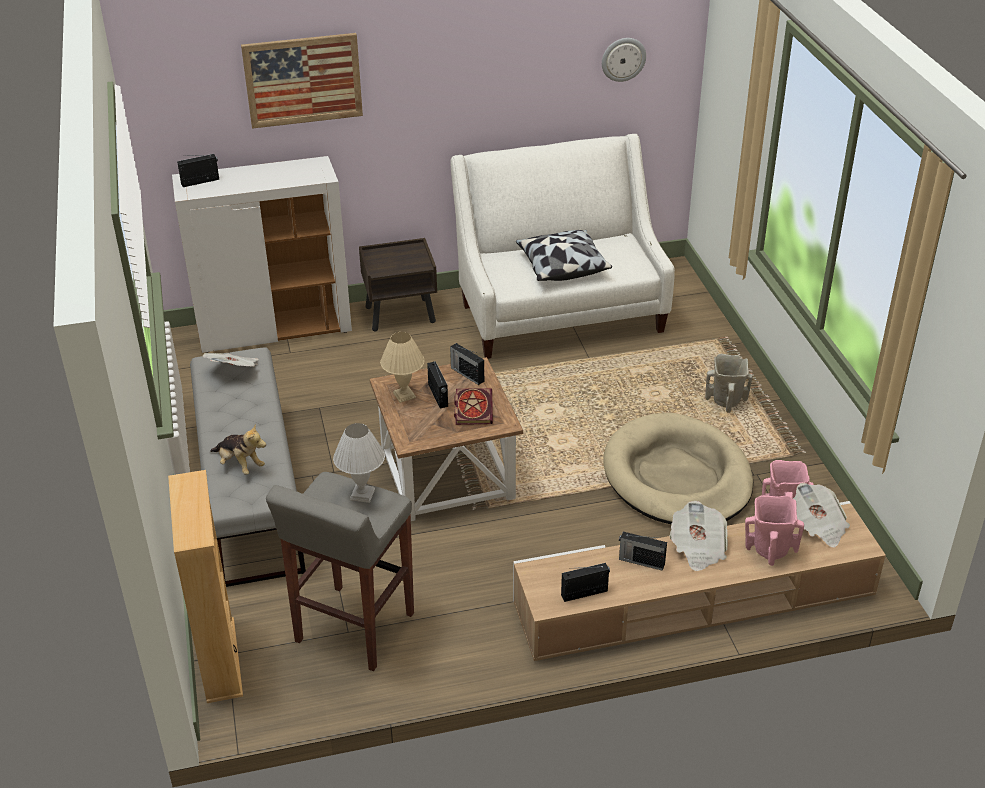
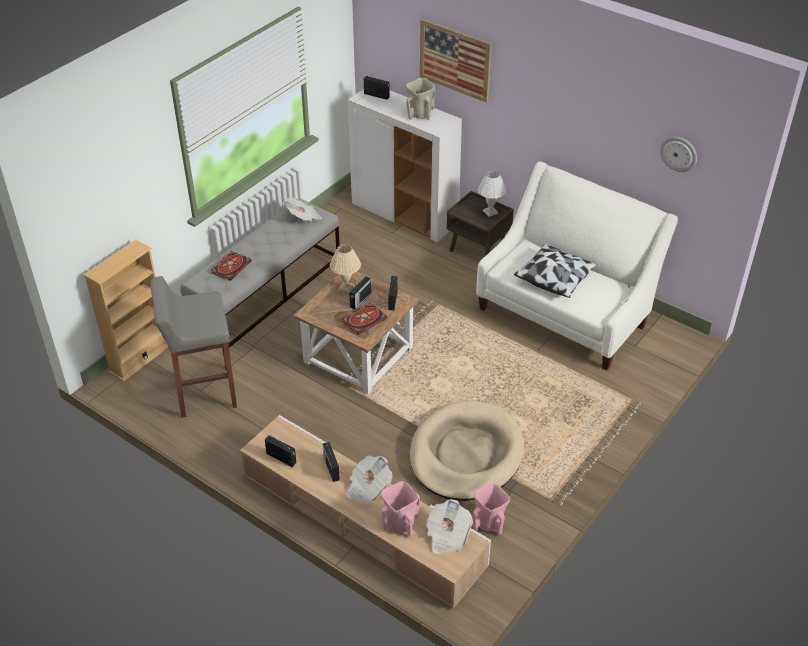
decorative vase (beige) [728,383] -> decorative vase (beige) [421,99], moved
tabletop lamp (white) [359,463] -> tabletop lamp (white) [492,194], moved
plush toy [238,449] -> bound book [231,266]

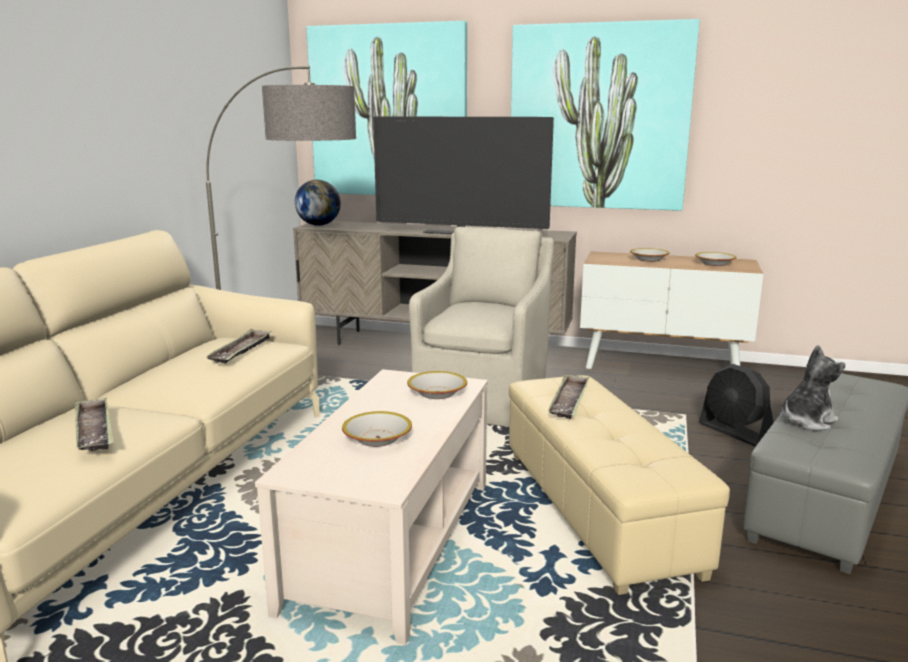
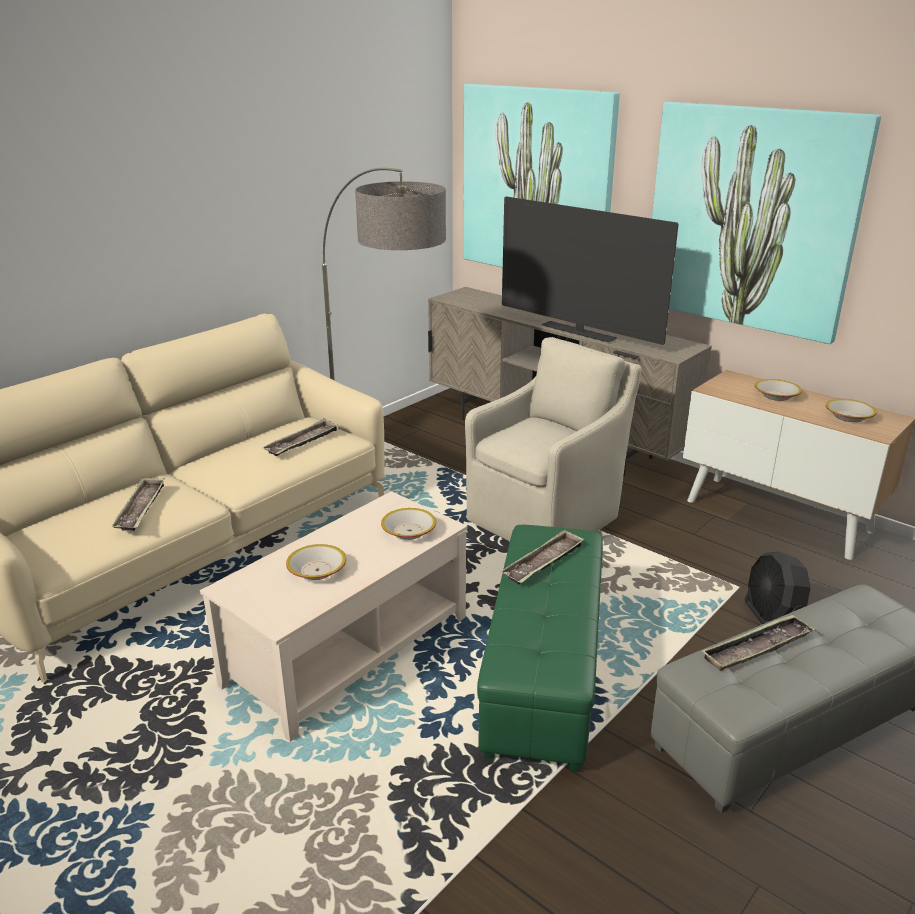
desk globe [318,203] -> none
plush toy [812,388] -> tray [758,642]
ottoman (beige) [619,485] -> ottoman (green) [540,648]

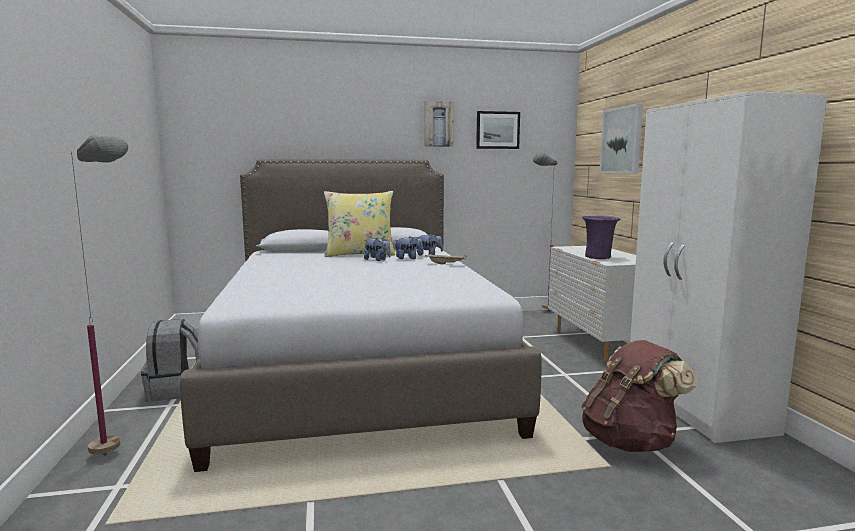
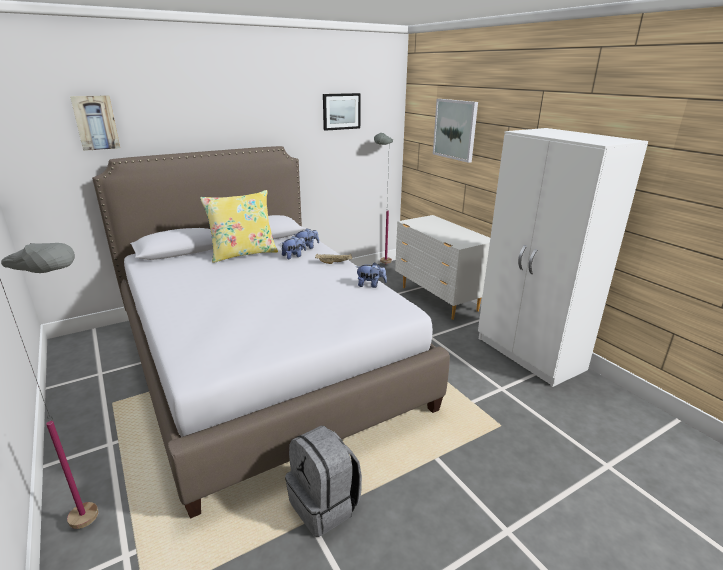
wall picture [439,124] -> wall picture [95,123], moved
decorative vase (purple) [601,237] -> none
plush toy [377,249] -> plush toy [372,275], moved
backpack (grey) [170,360] -> backpack (grey) [323,481], moved
backpack (brown) [639,396] -> none

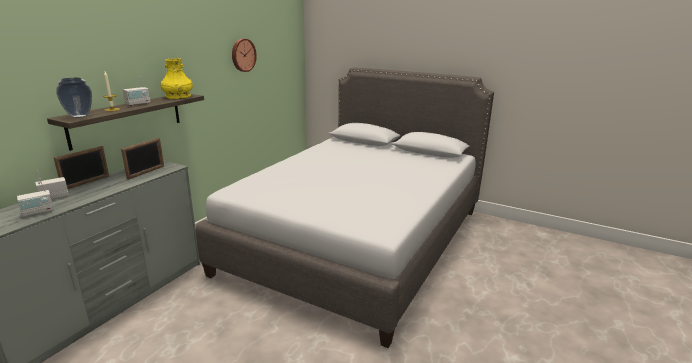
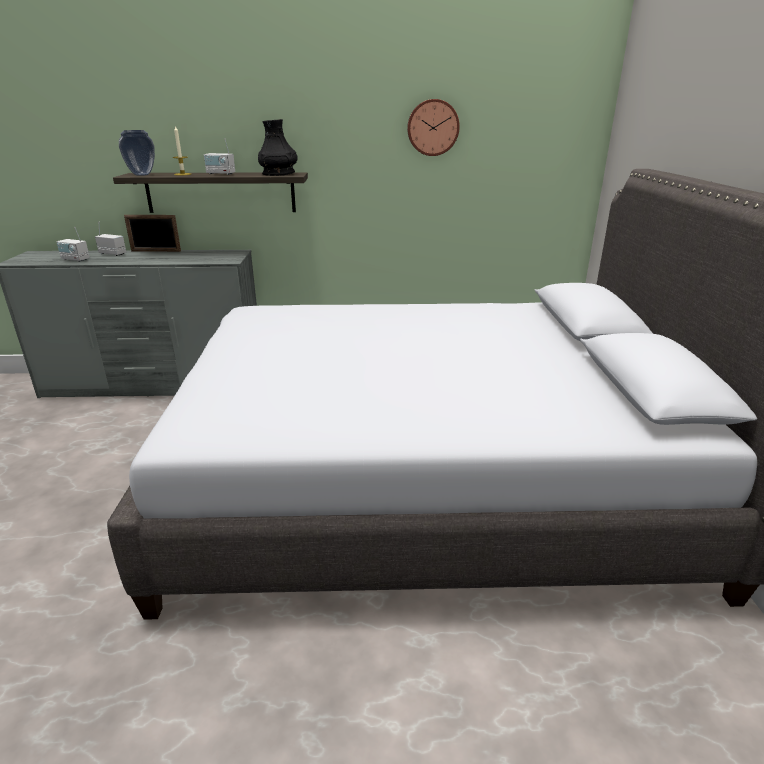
decorative vase (yellow-coloured) [177,78] -> decorative vase (black) [278,147]
standing frame [142,159] -> none

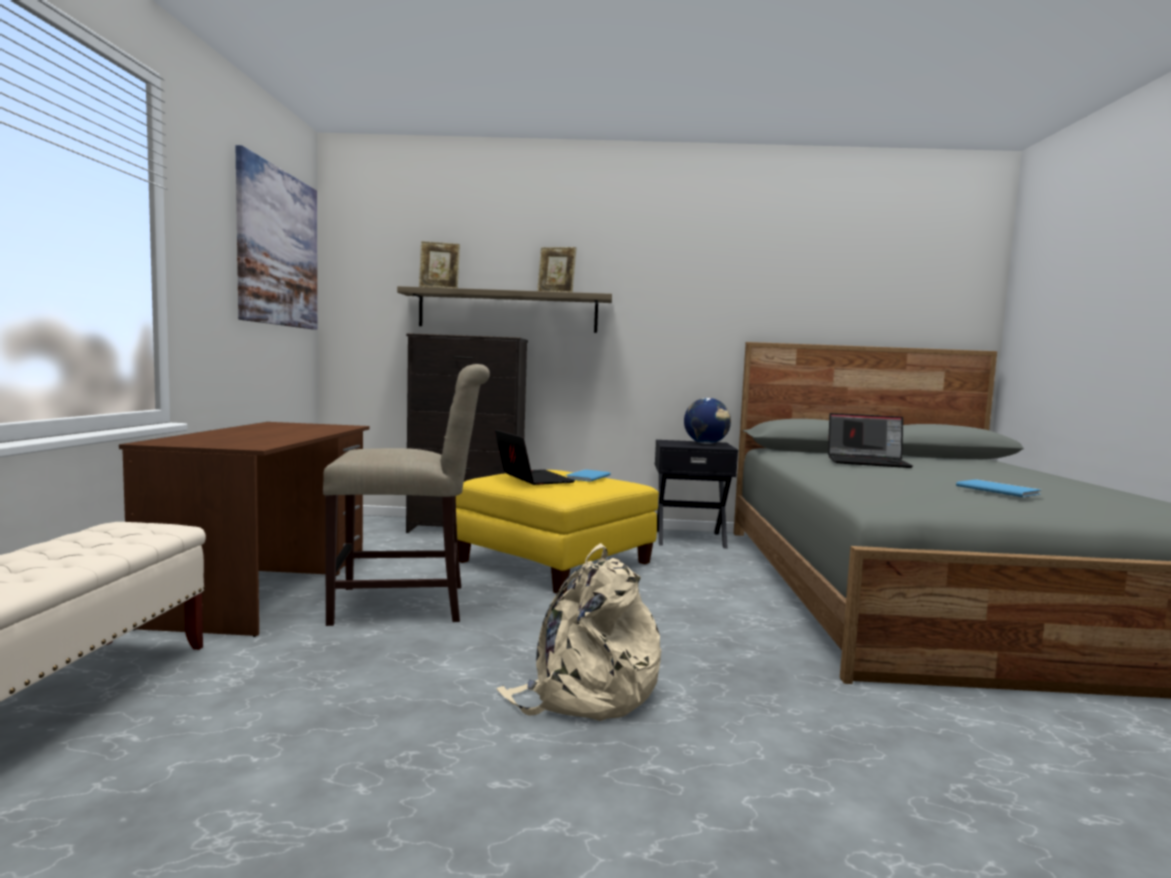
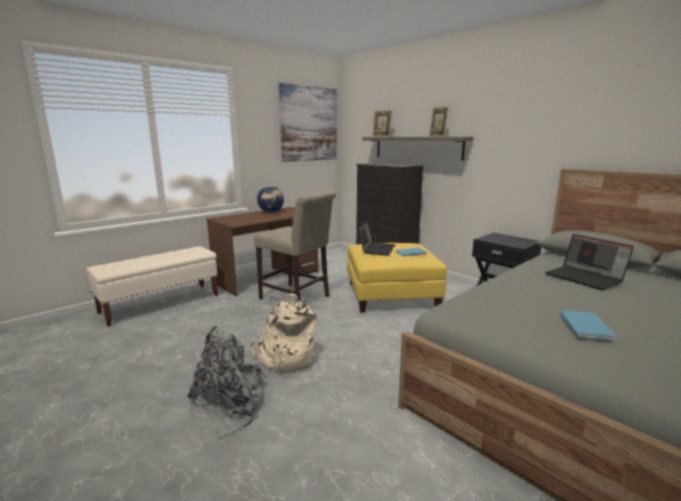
desk globe [707,421] -> desk globe [270,199], moved
none -> backpack (grey) [226,381]

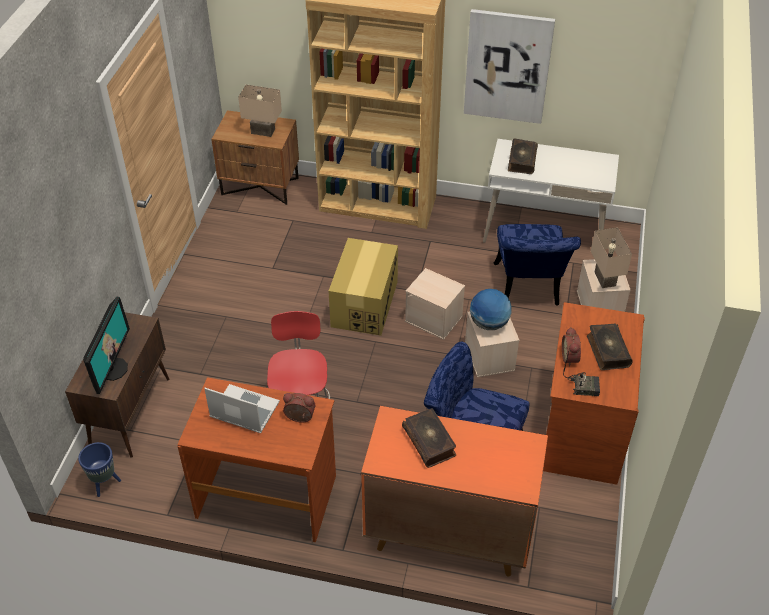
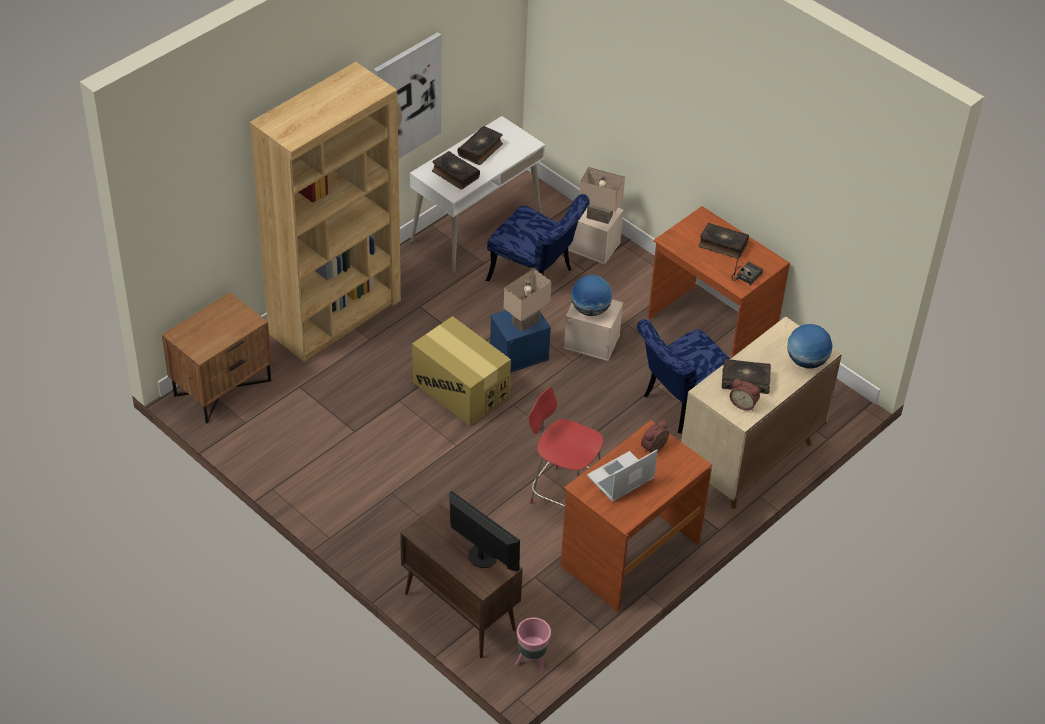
tabletop lamp (beige) [260,111] -> tabletop lamp (beige) [528,300], moved
storage container (beige) [435,304] -> storage container (blue-coloured) [520,341]
table clock [571,347] -> table clock [745,394], moved
cupboard (orangey) [454,491] -> cupboard (beige) [761,412]
plant pot (blue-coloured) [99,469] -> plant pot (pinkish) [533,645]
none -> bound book [480,145]
none -> desk globe [810,346]

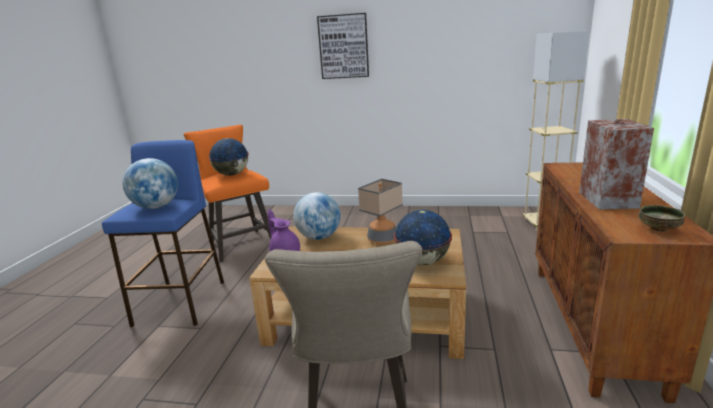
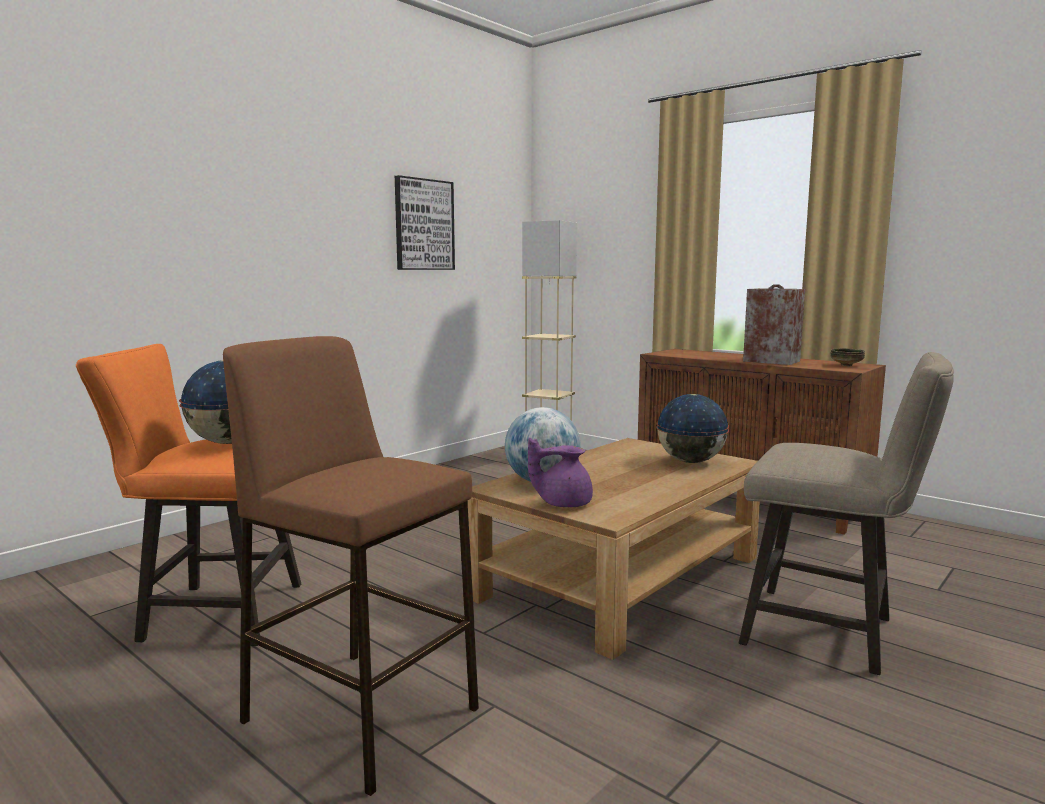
wall picture [343,46] -> wall picture [425,222], moved
sitting stool (blue-coloured) [163,233] -> sitting stool (brown) [351,566]
desk globe [150,183] -> none
tabletop lamp [380,211] -> none

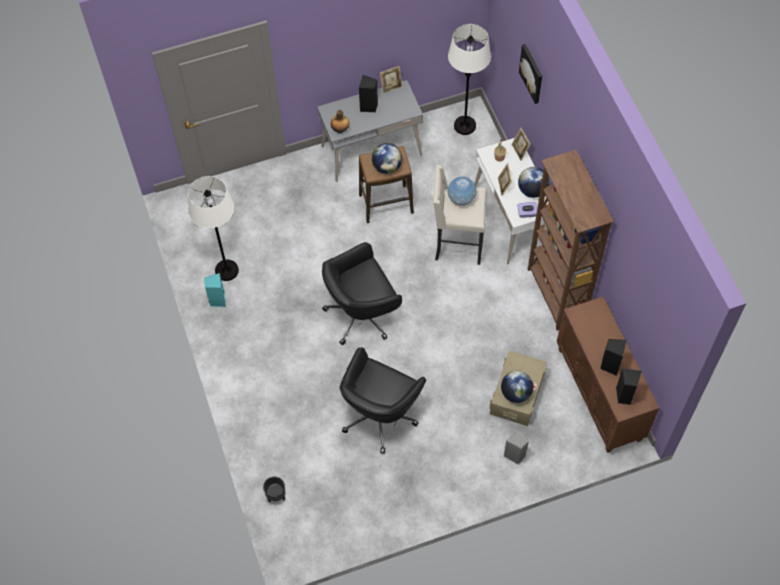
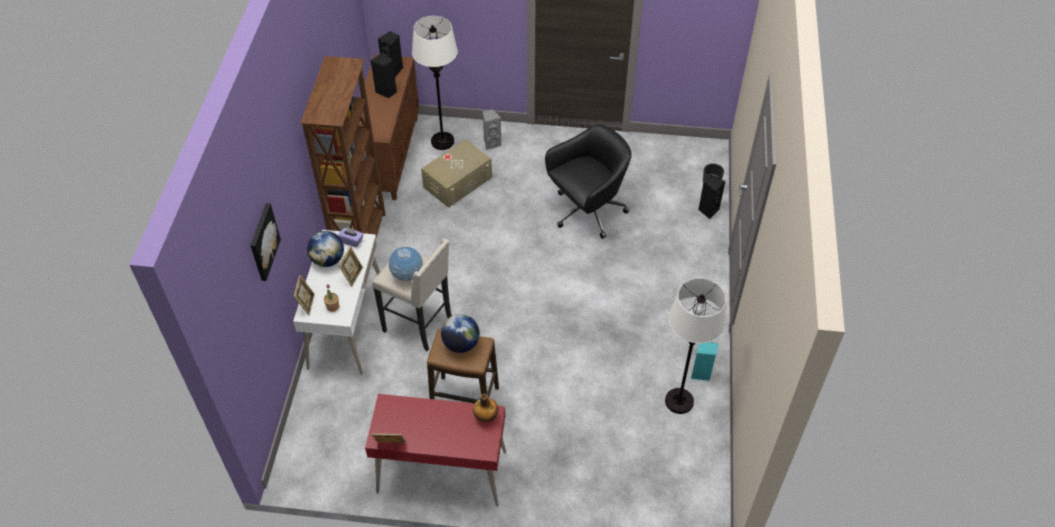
standard lamp (white) [469,79] -> standard lamp (white) [435,83], moved
audio speaker (black) [368,93] -> audio speaker (black) [711,197], moved
desk table (grey) [370,131] -> desk table (red-coloured) [435,450]
office chair (black) [362,293] -> none
desk globe [517,386] -> none

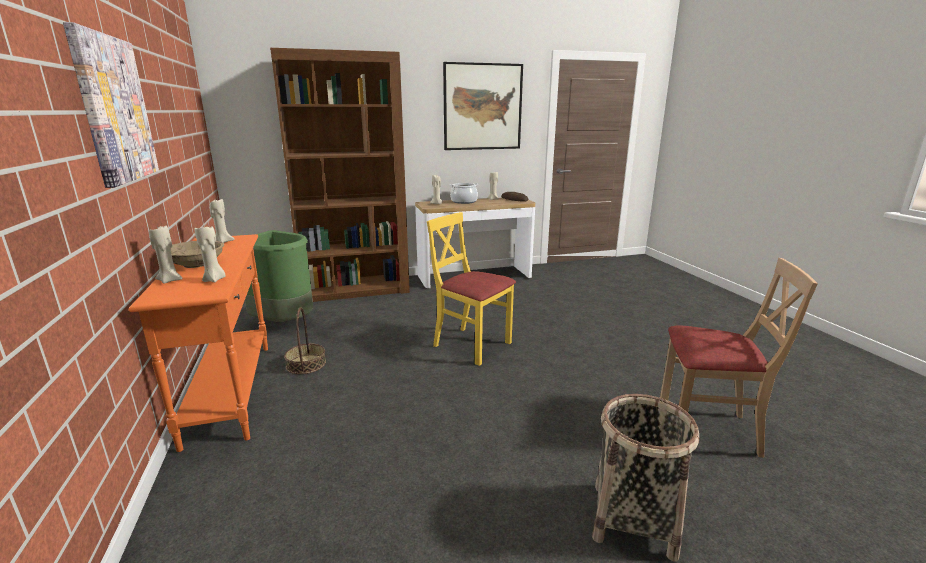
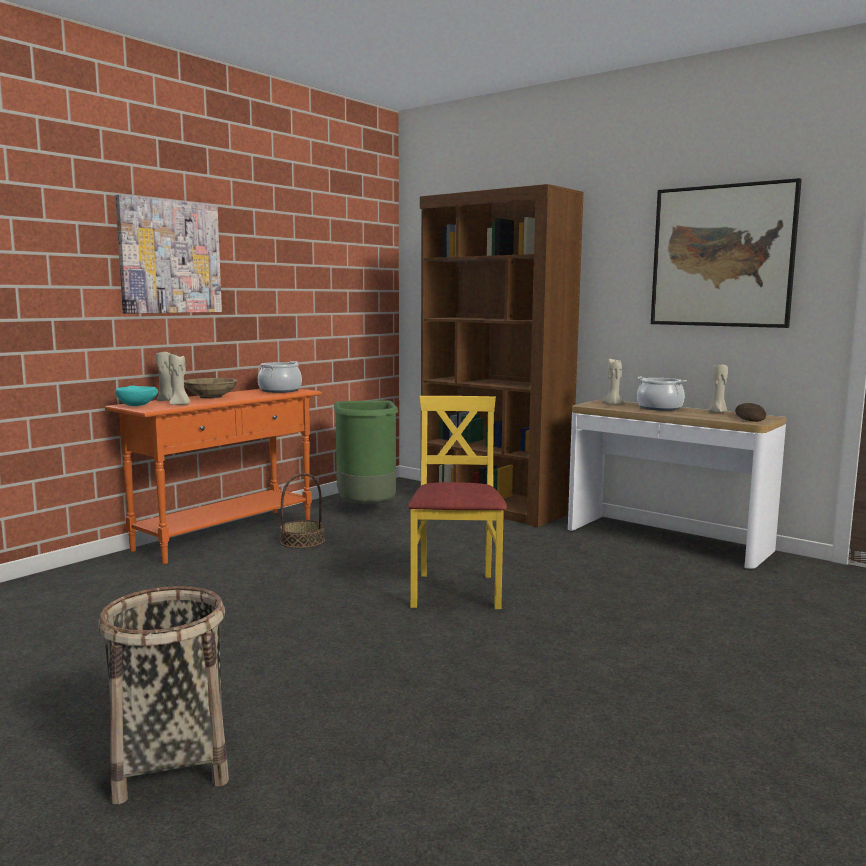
wax candle (beige) [221,221] -> saucepot [280,377]
chair (beige) [739,358] -> none
none -> serving bowl (blue-green) [136,396]

